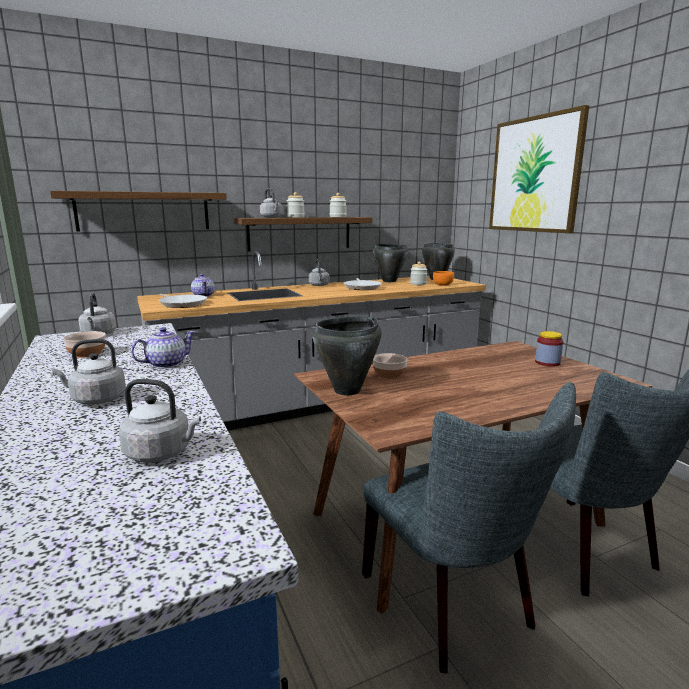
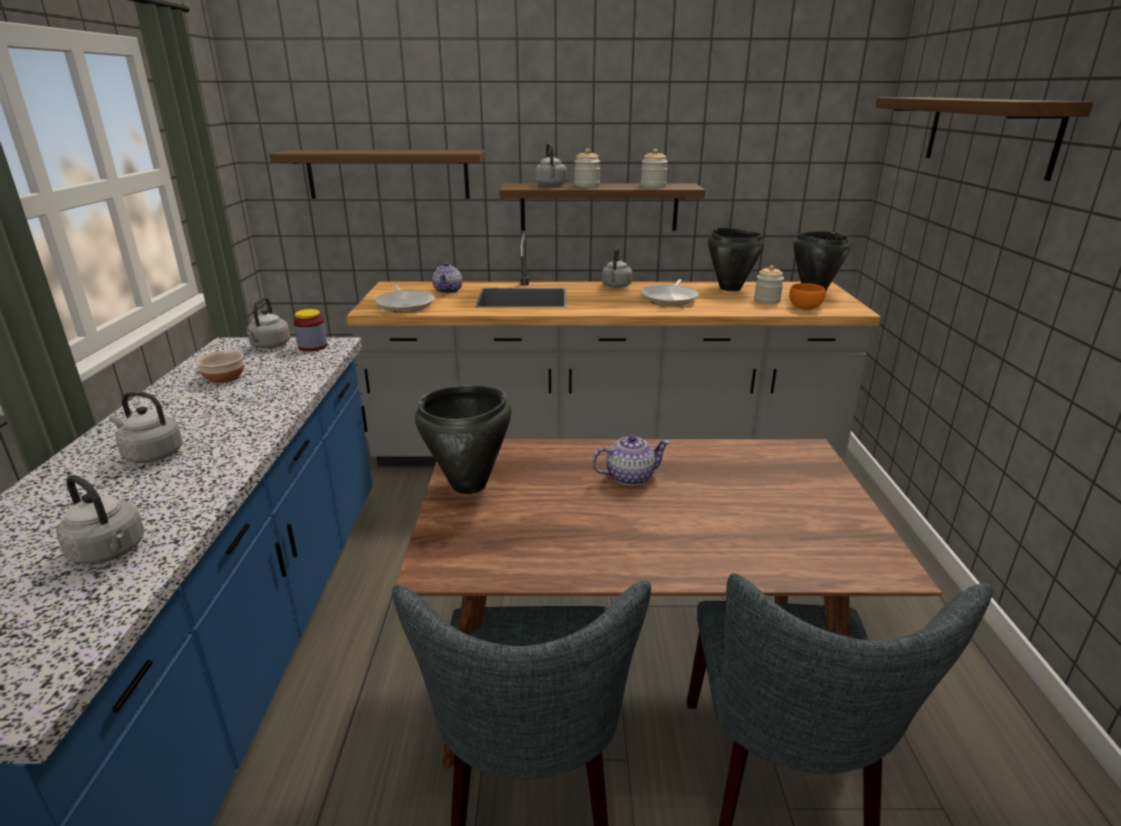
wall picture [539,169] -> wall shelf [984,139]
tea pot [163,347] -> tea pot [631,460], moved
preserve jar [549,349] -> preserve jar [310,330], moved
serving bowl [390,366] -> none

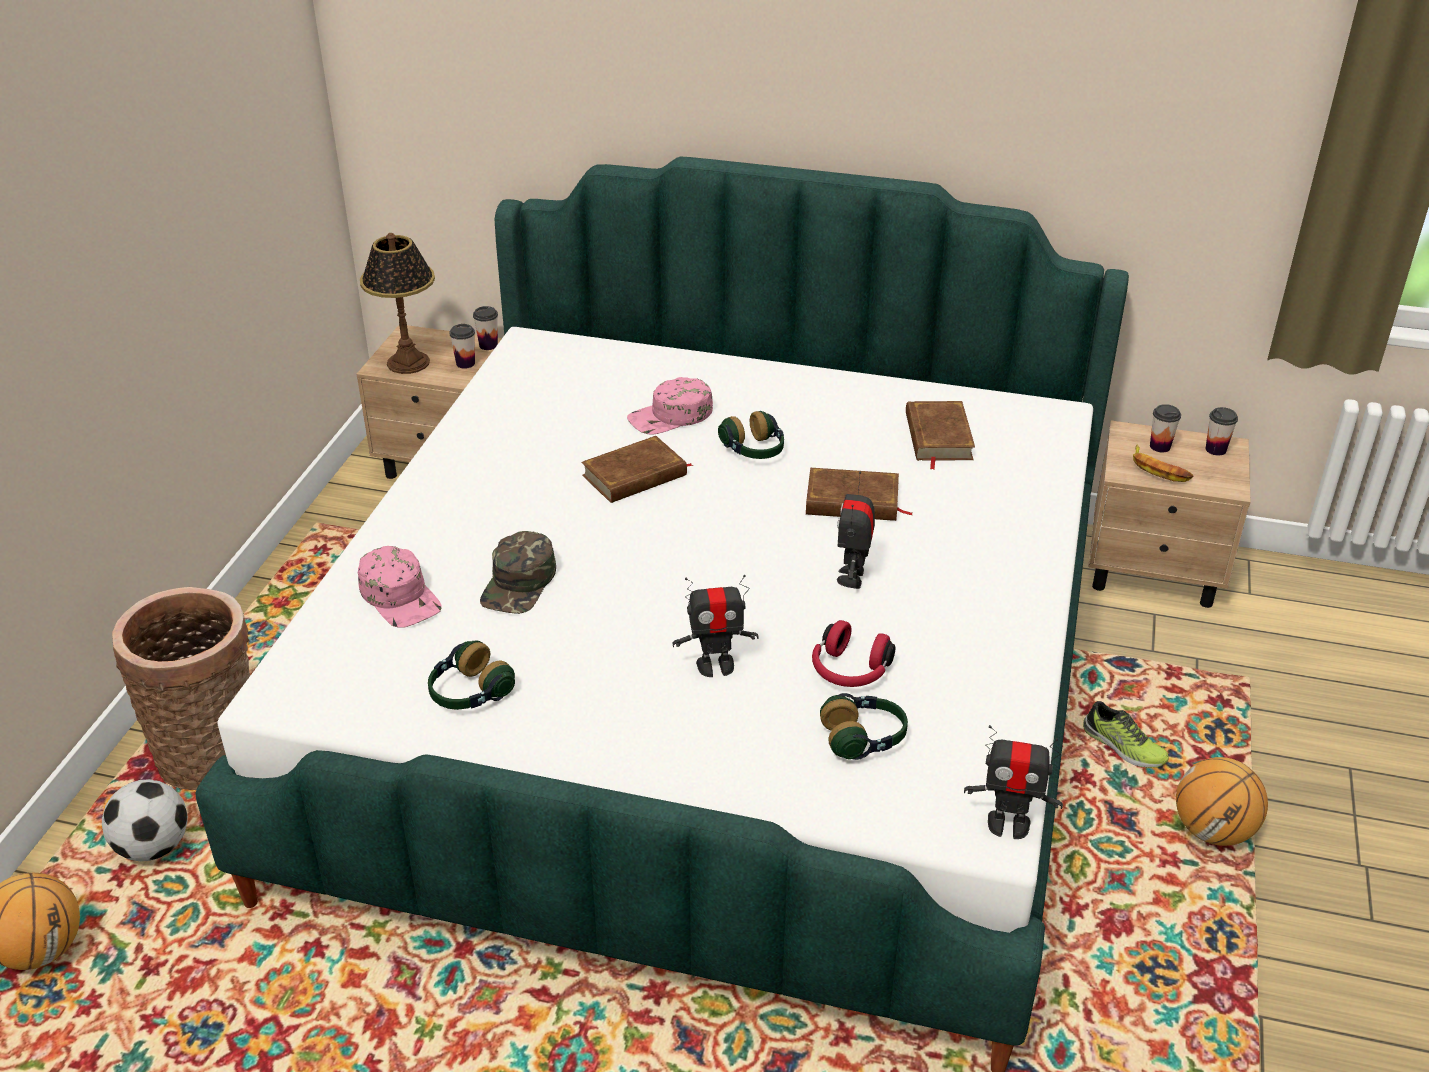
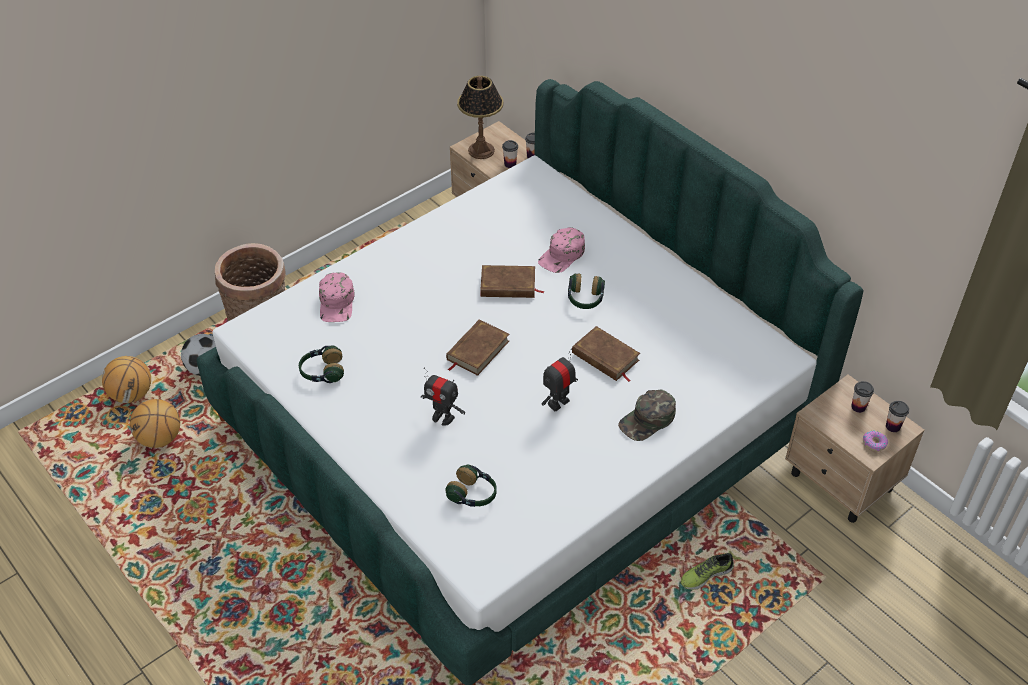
peaked cap (pinkish) [670,406] -> peaked cap (pinkish) [561,250], 60 degrees counterclockwise
bound book (brown) [940,435] -> bound book (brown) [477,347], moved
banana fruit [1163,463] -> none
peaked cap (green) [518,572] -> peaked cap (green) [647,415], moved
pair of headphones (red-coloured) [853,653] -> none
item of footwear [1126,734] -> item of footwear [707,571], 75 degrees clockwise
robot figure [1013,782] -> none
ball for basketball [1222,801] -> ball for basketball [155,423], moved
none -> ring doughnut [875,441]

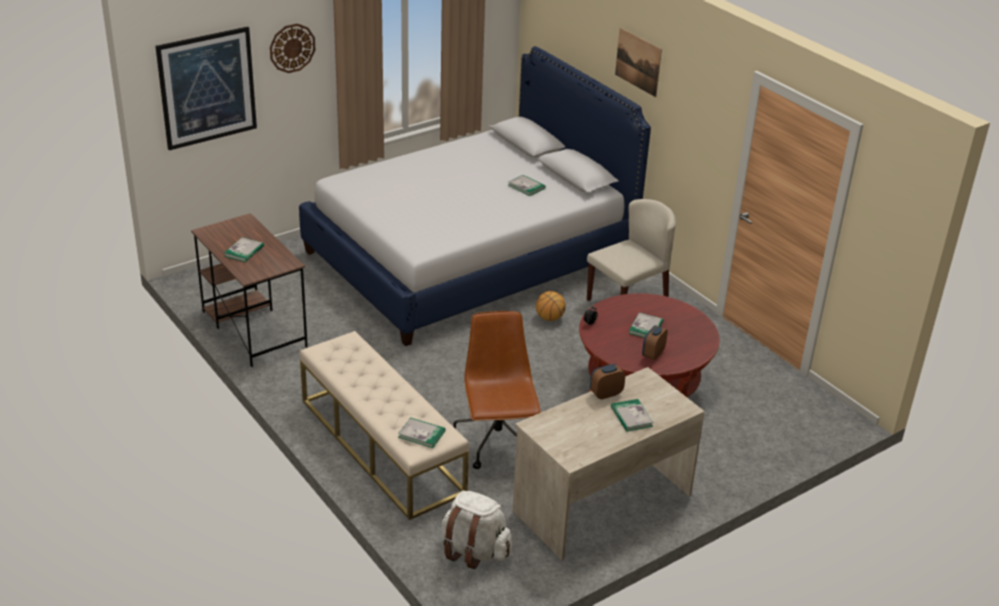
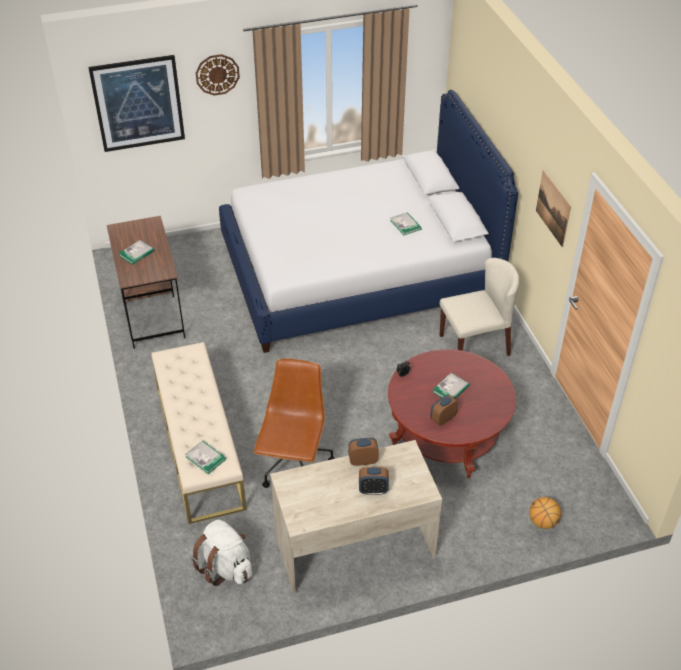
wall picture [638,62] -> wall picture [553,209], moved
ball for basketball [551,306] -> ball for basketball [545,513], moved
bound book [632,415] -> table clock [374,481]

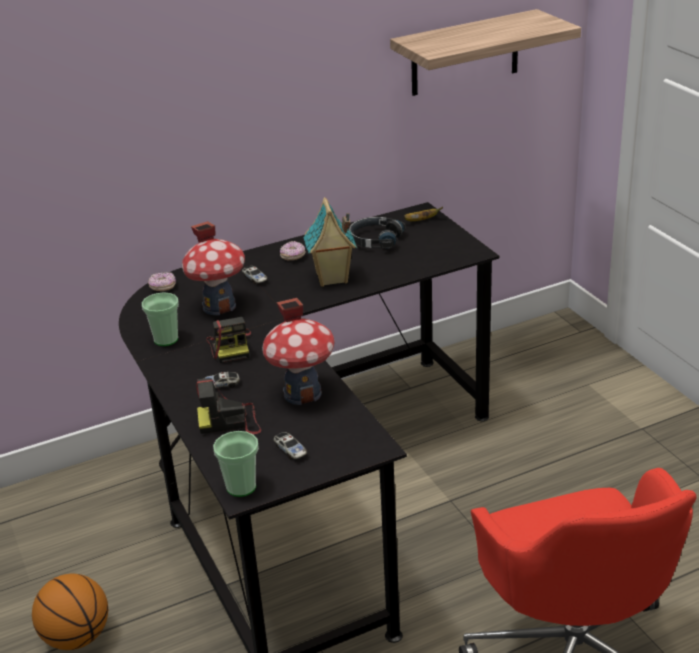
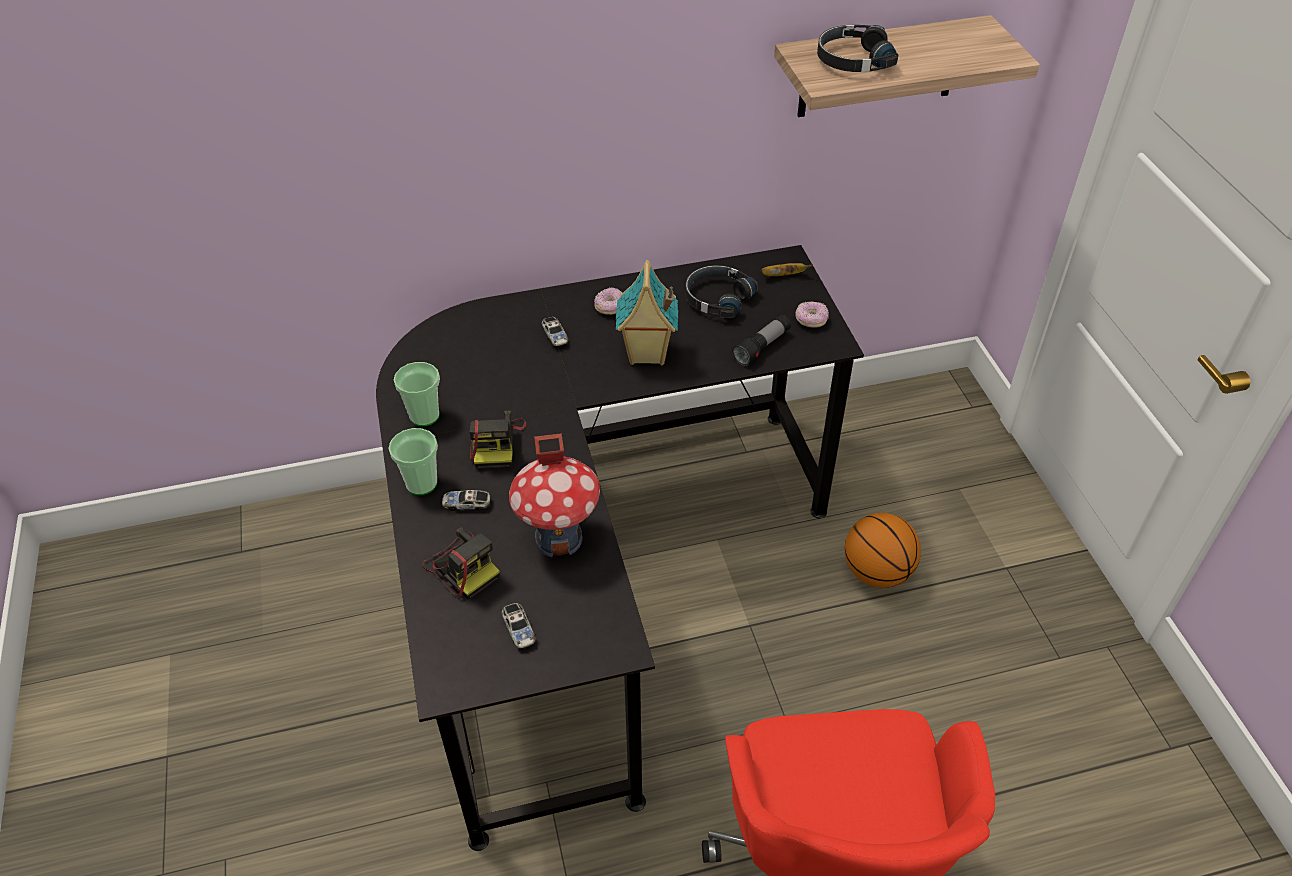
toy house [213,268] -> none
ring doughnut [162,281] -> ring doughnut [812,314], moved
photo camera [228,406] -> photo camera [461,563], 135 degrees counterclockwise
small cup [236,464] -> small cup [413,461], moved
ball for basketball [70,612] -> ball for basketball [883,550], moved
none -> pair of headphones (black) [857,48]
none -> torch [761,340]

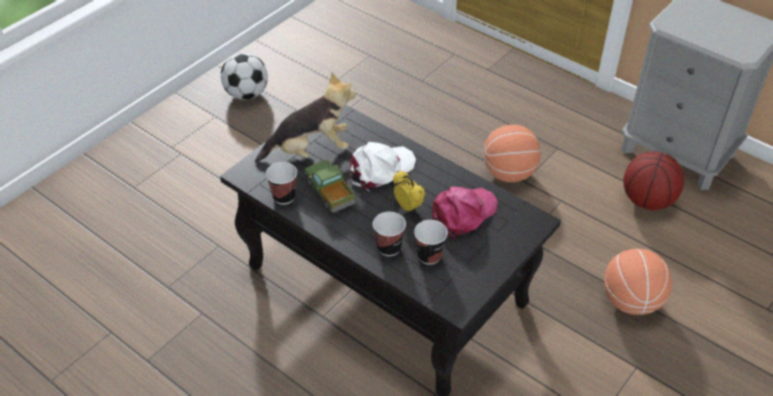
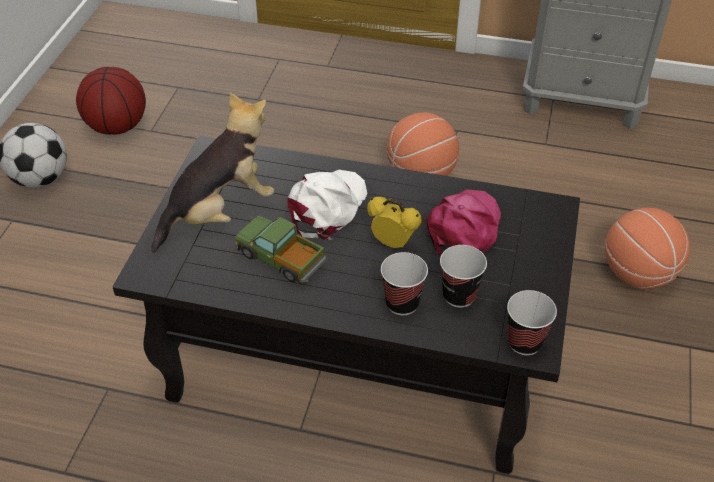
ball for basketball [653,180] -> ball for basketball [111,101], moved
small cup [281,183] -> small cup [532,322], moved

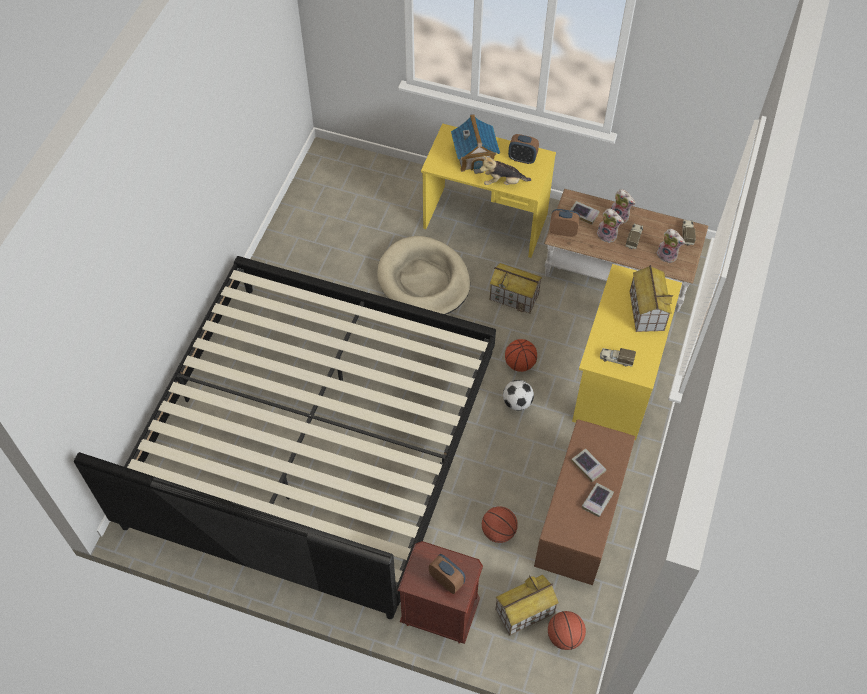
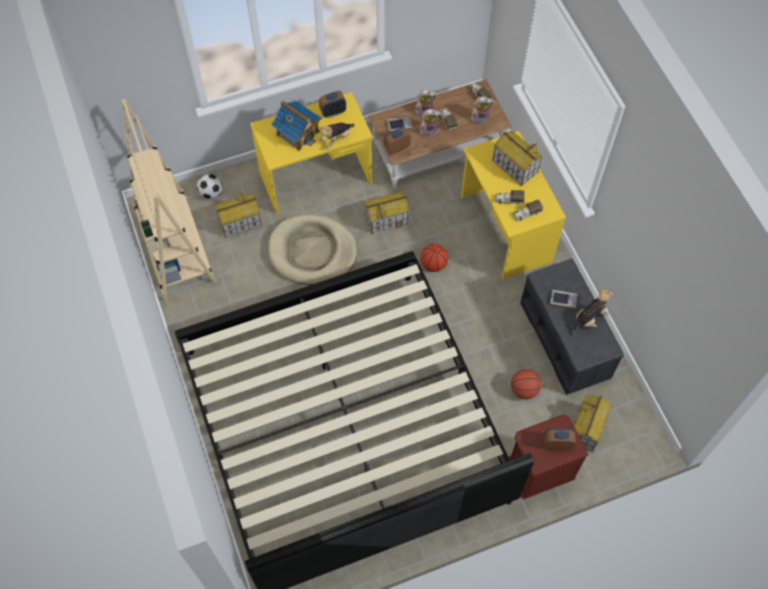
football ball [518,395] -> football ball [209,186], moved
bench (brown) [584,502] -> bench (grey) [572,327]
bound book [598,500] -> plush toy [591,312]
ball for basketball [567,630] -> none
none -> bookcase (beige) [169,200]
none -> toy lorry [510,197]
none -> toy house [238,215]

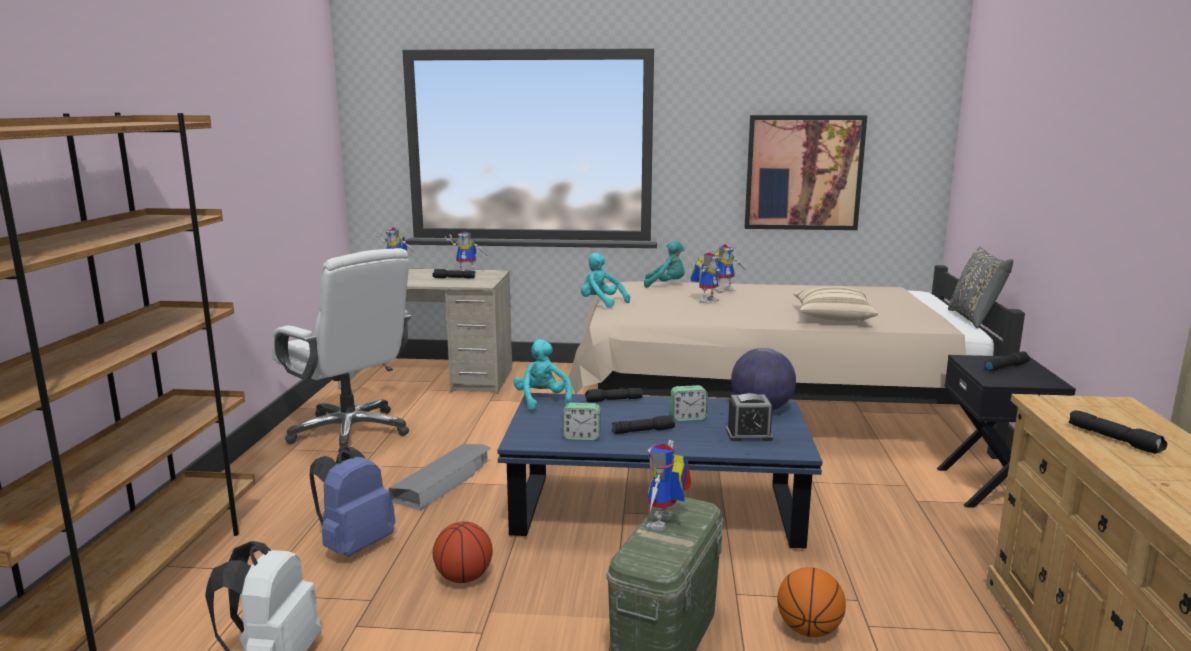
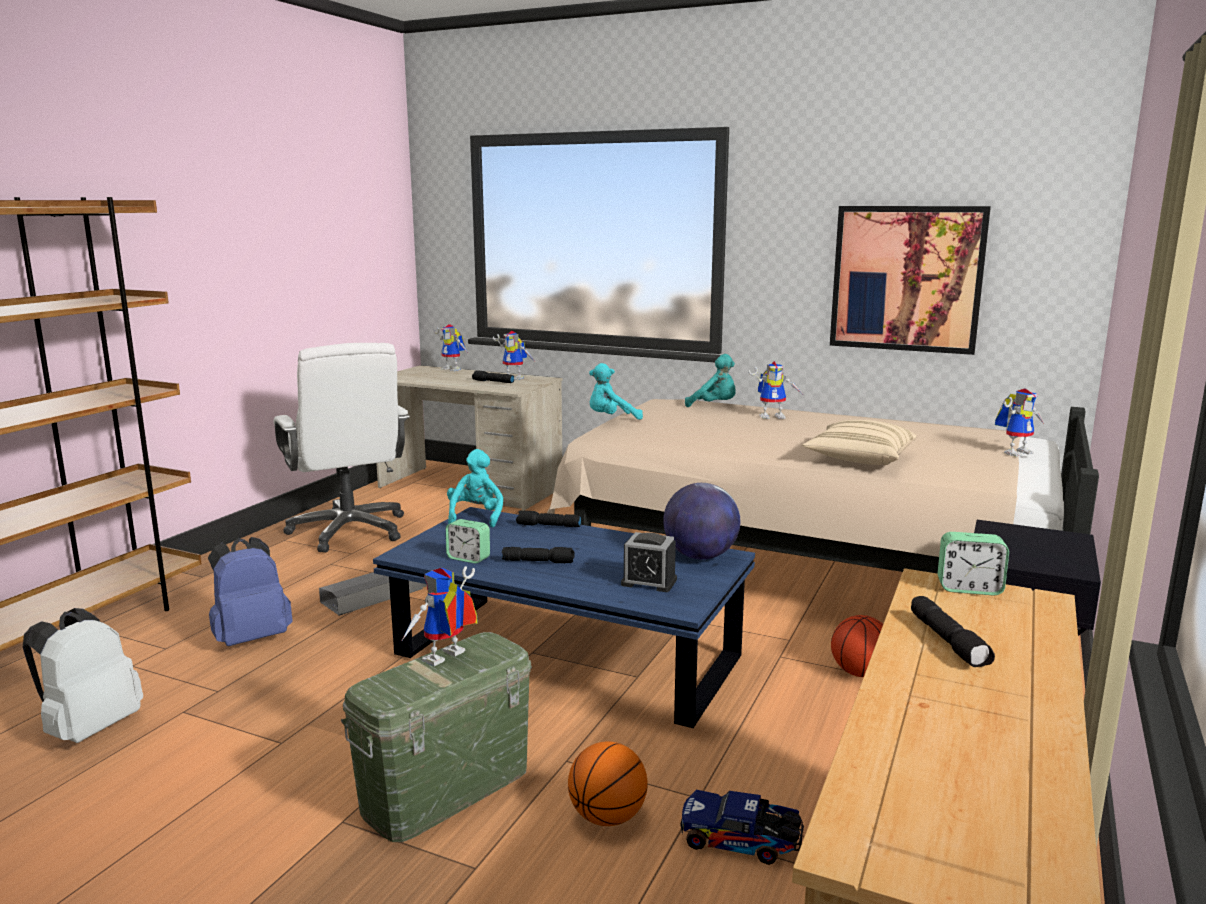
cushion (grey) [980,287] -> none
robot figure [707,278] -> robot figure [1019,422], moved
plush toy (blue-green) [605,280] -> plush toy (blue-green) [616,391], 75 degrees counterclockwise
torch (black) [1007,361] -> none
table clock [689,403] -> table clock [973,563], moved
ball for basketball [463,552] -> ball for basketball [857,646], moved
none -> toy lorry [742,827]

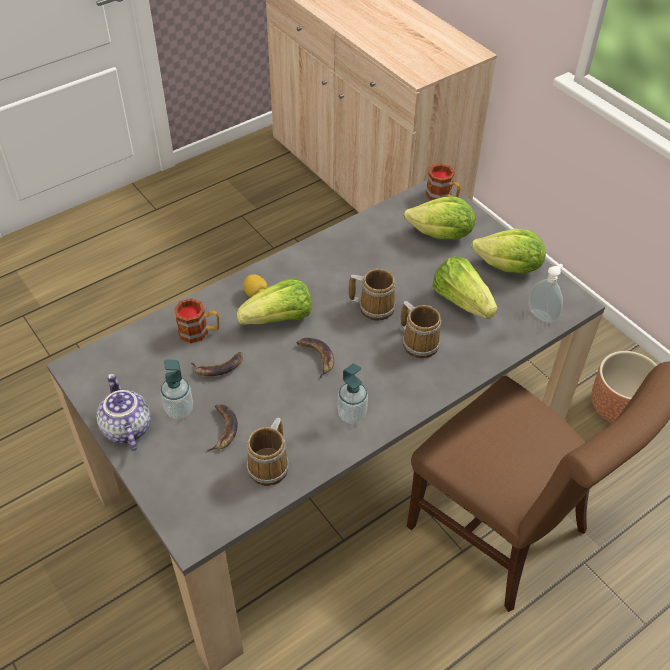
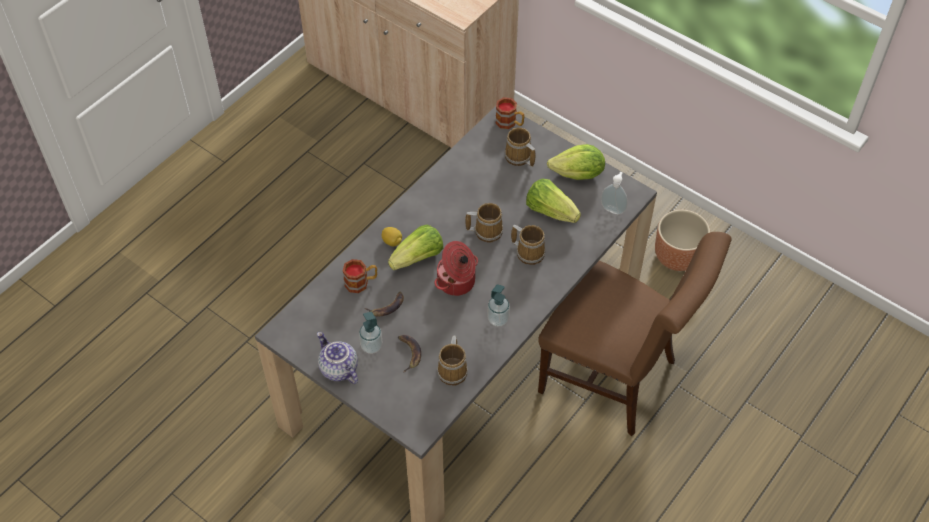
head of lettuce [439,218] -> tea mug [519,147]
banana fruit [315,359] -> saucepot [456,268]

